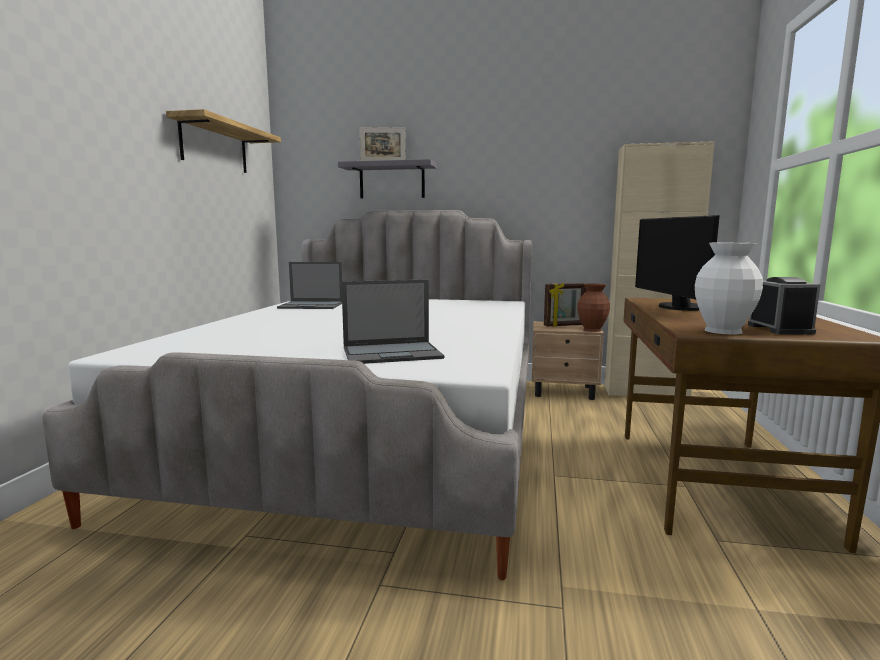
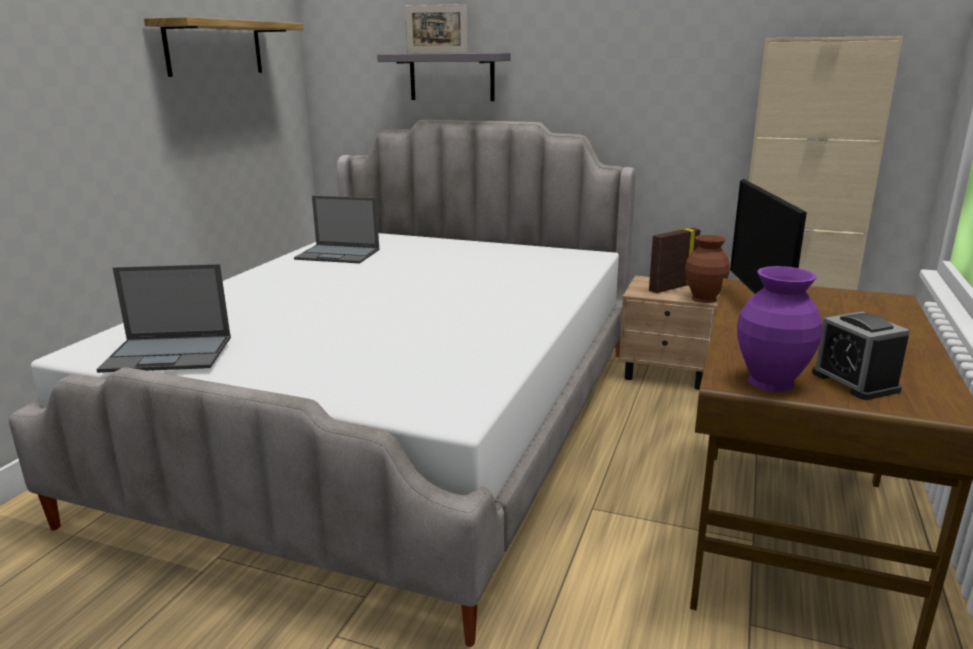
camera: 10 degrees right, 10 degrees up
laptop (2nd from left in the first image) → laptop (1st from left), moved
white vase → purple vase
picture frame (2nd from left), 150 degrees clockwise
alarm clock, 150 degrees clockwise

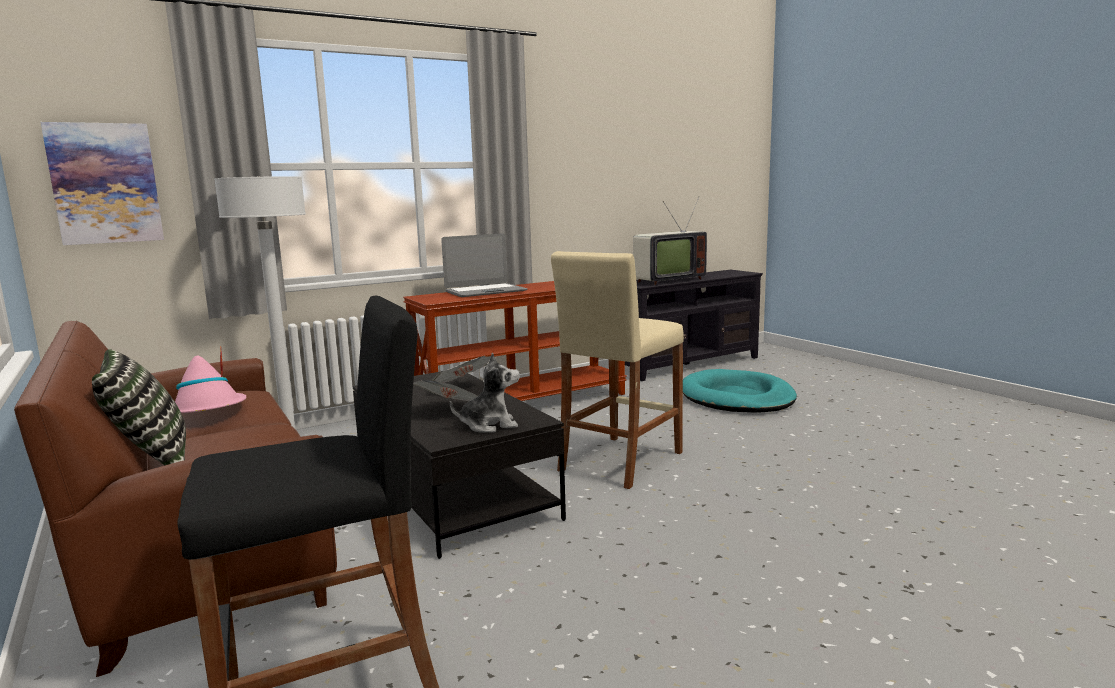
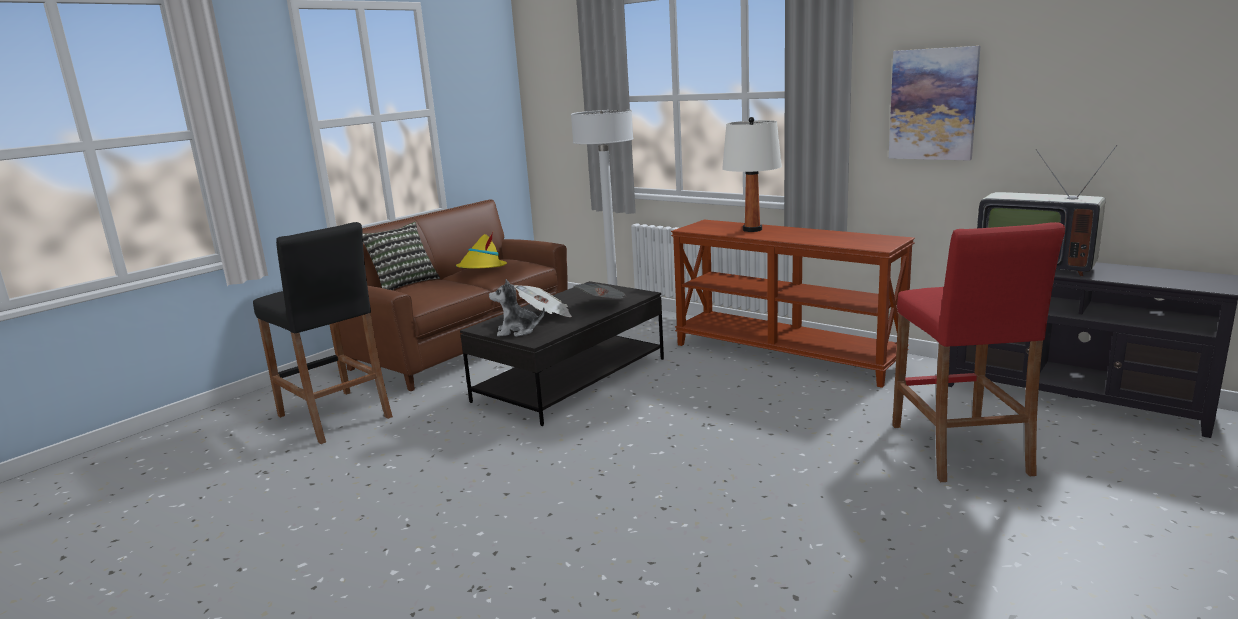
camera: 70 degrees right, 5 degrees up
beige stool → -
picture, moved
laptop → white table lamp
turquoise dog bed → red stool
pink hat → yellow hat
plush toy, 120 degrees clockwise

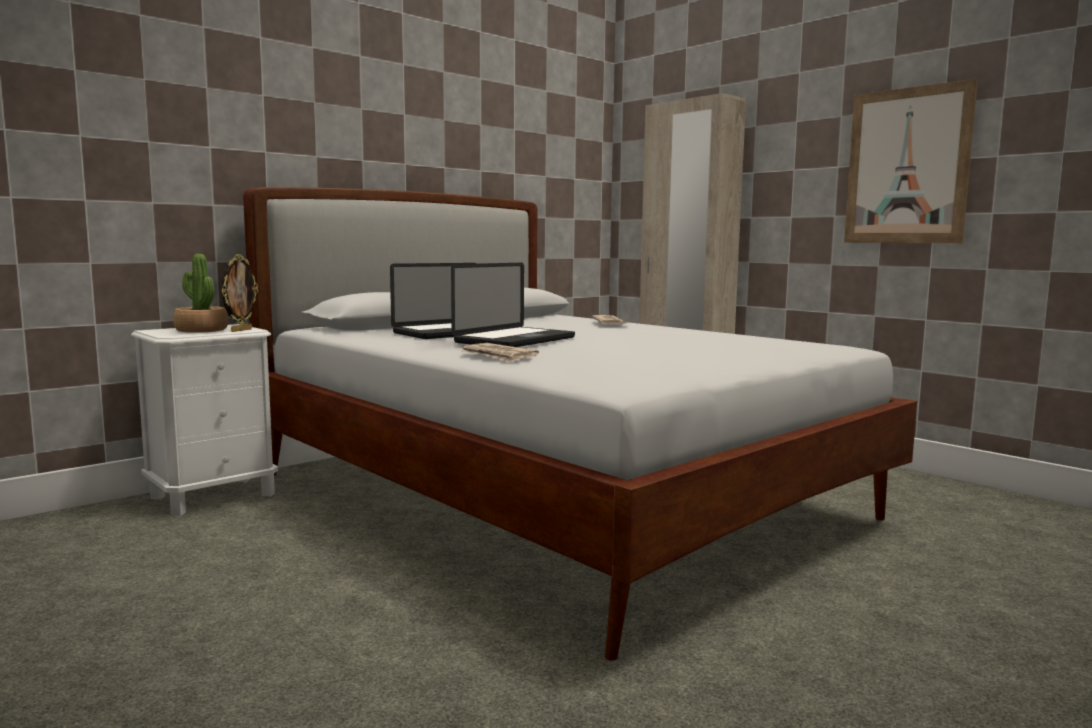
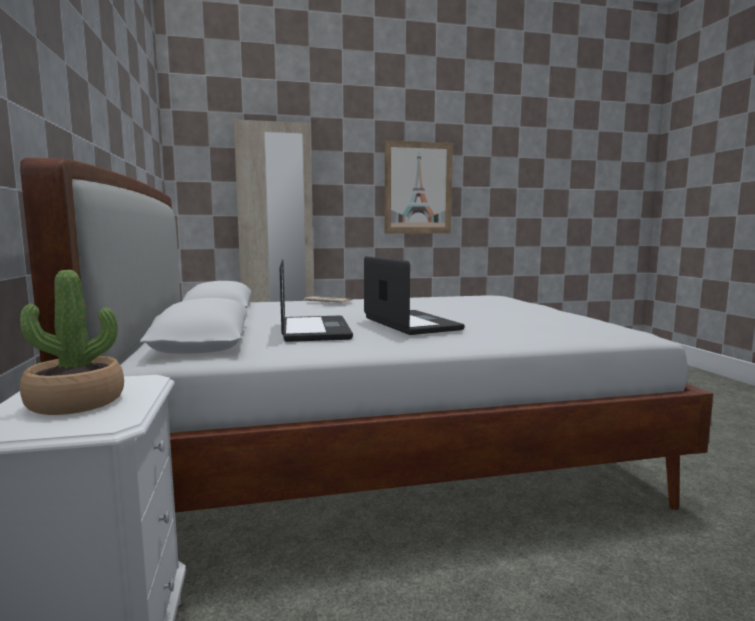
camera: 60 degrees left, 0 degrees up
picture frame → -
newspaper (1st from left) → -

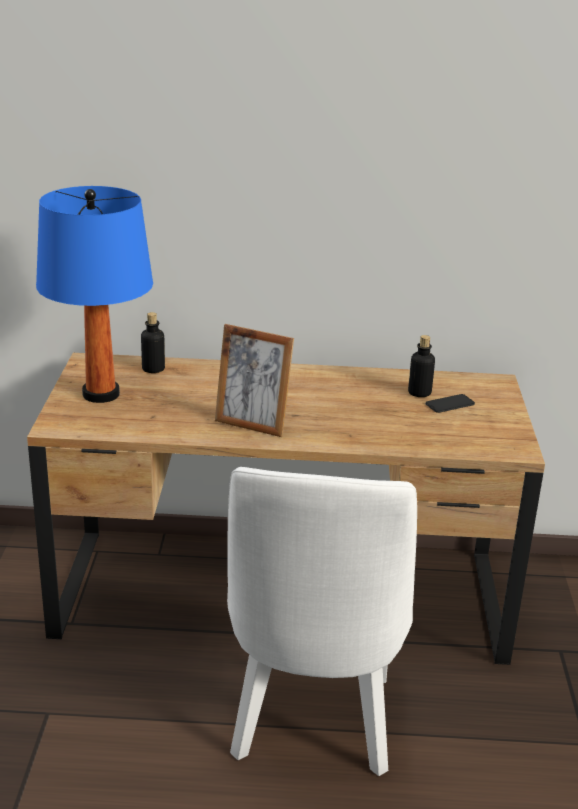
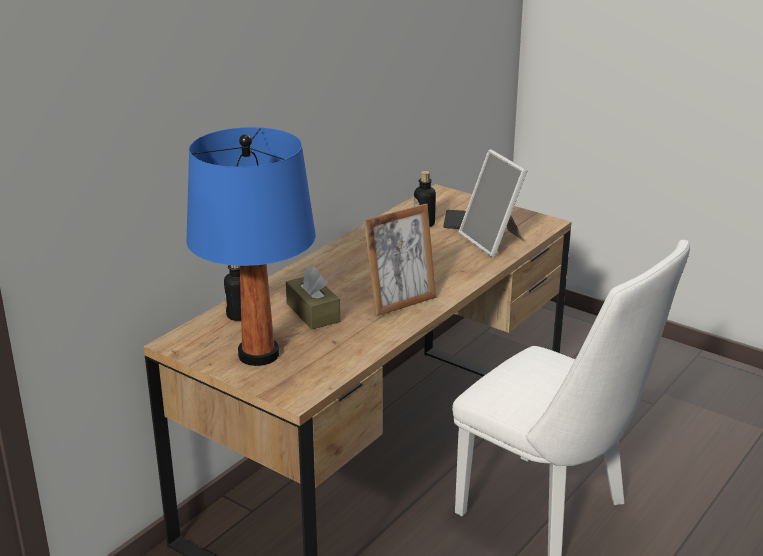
camera: 55 degrees left, 0 degrees up
- → brown tissue box
- → picture frame (2nd from left)

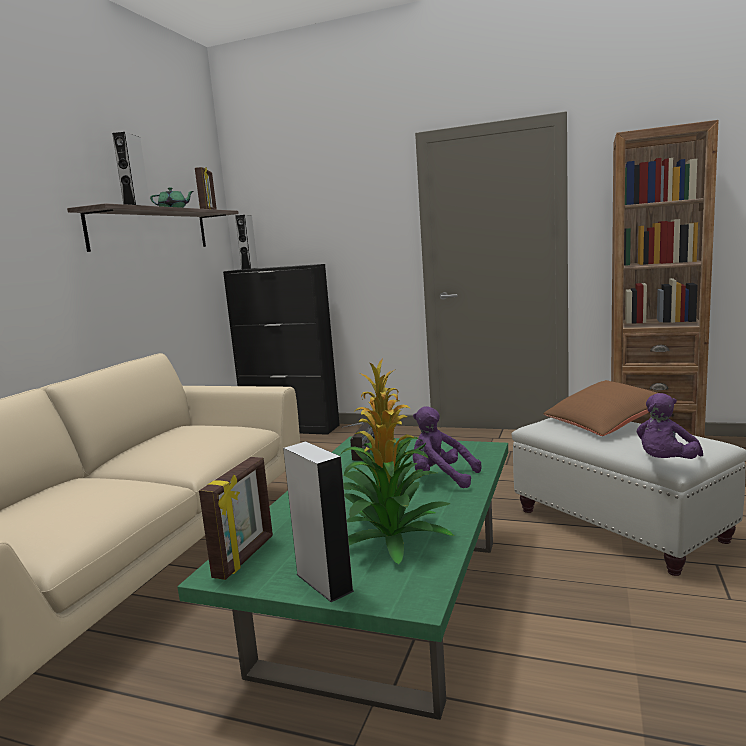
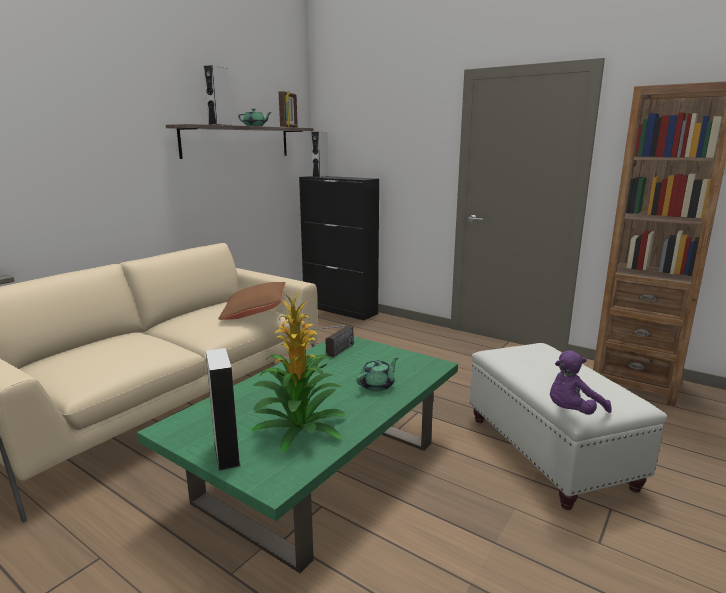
camera: 15 degrees right, 5 degrees up
picture frame (2nd from left) → -
brown pillow, moved
purple plush toy (1st from left) → green teapot (2nd from left)

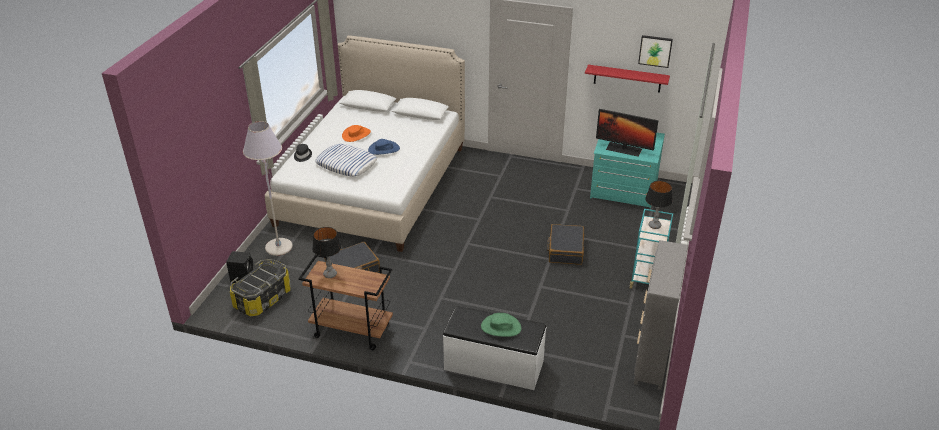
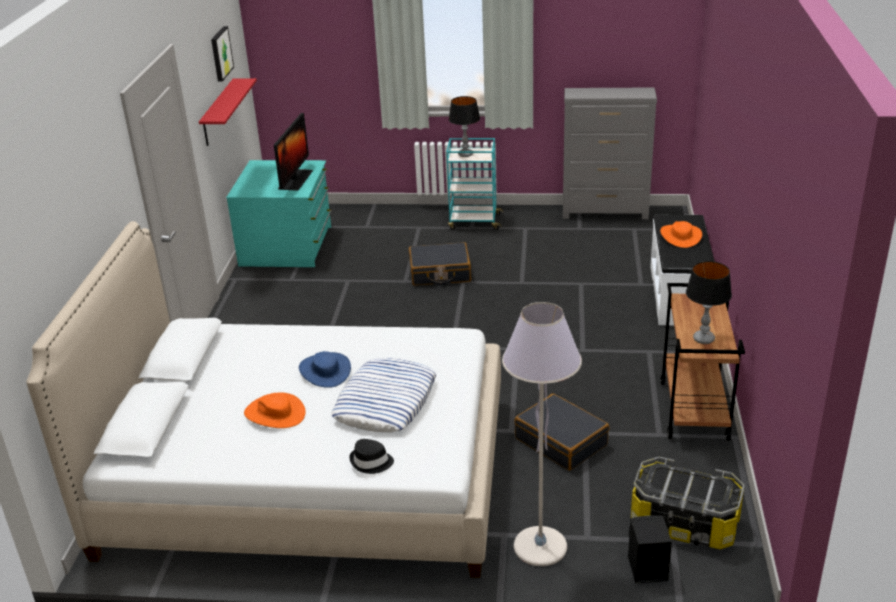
camera: 100 degrees left, 5 degrees down
green hat → orange hat (2nd from left)

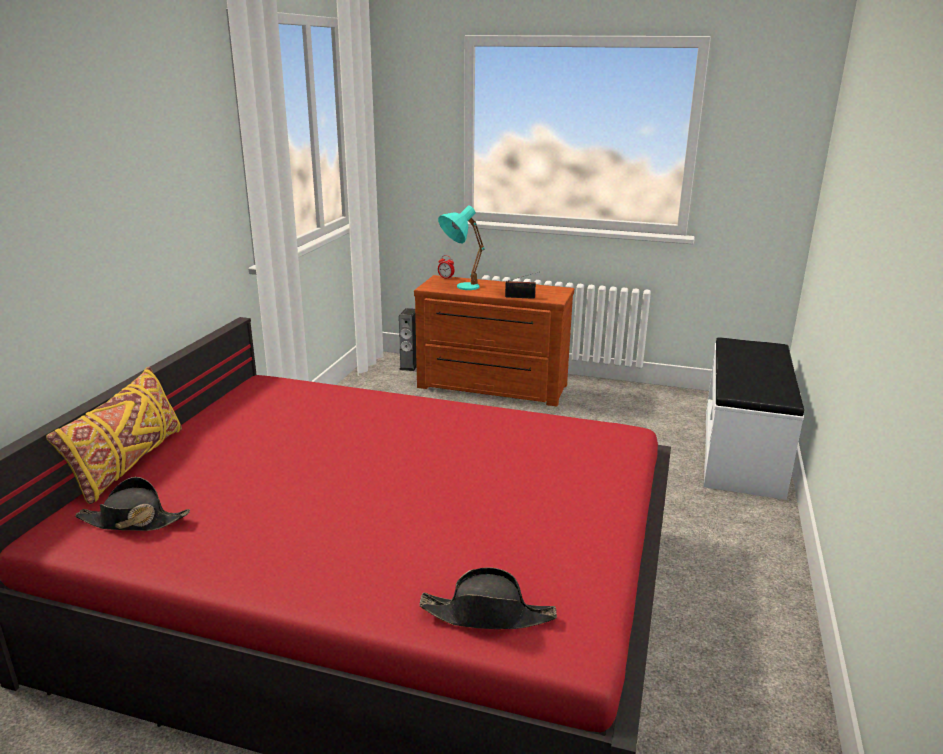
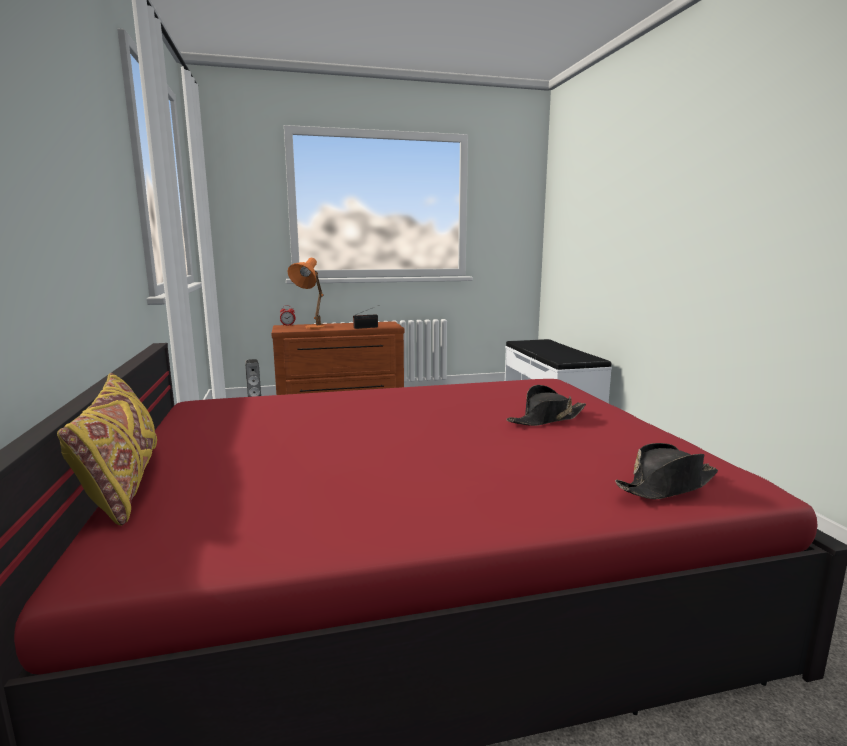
camera: 30 degrees left, 10 degrees down
black hat (1st from left), moved
turquoise table lamp → orange table lamp

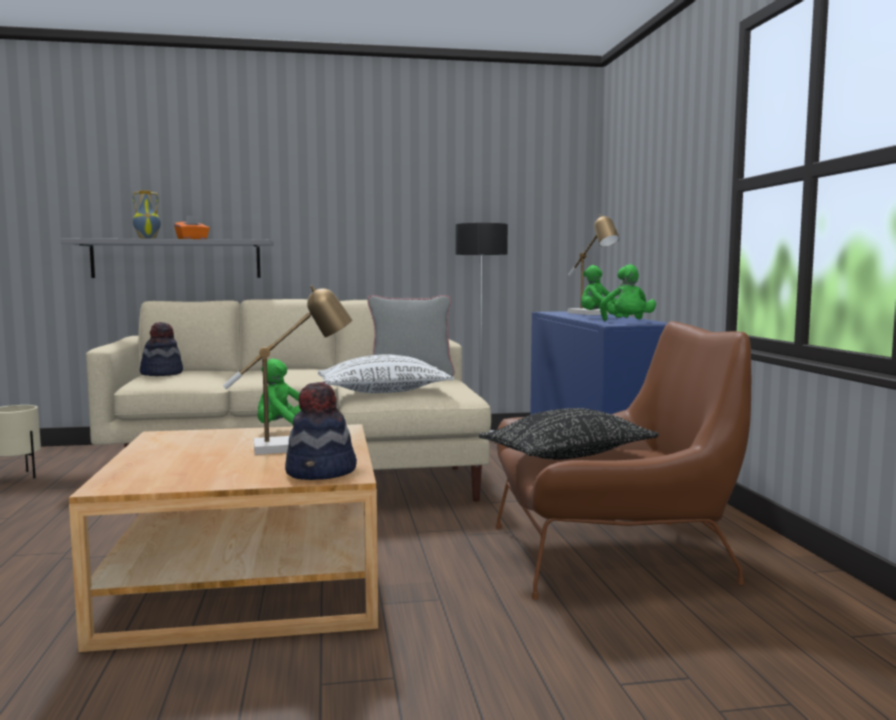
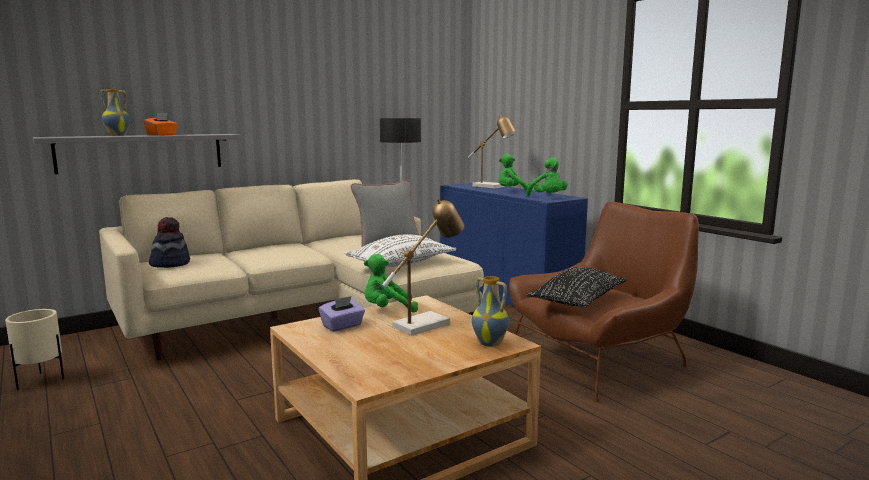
camera: 25 degrees left, 5 degrees up
- → purple tissue box
hat (2nd from left) → vase (2nd from left)

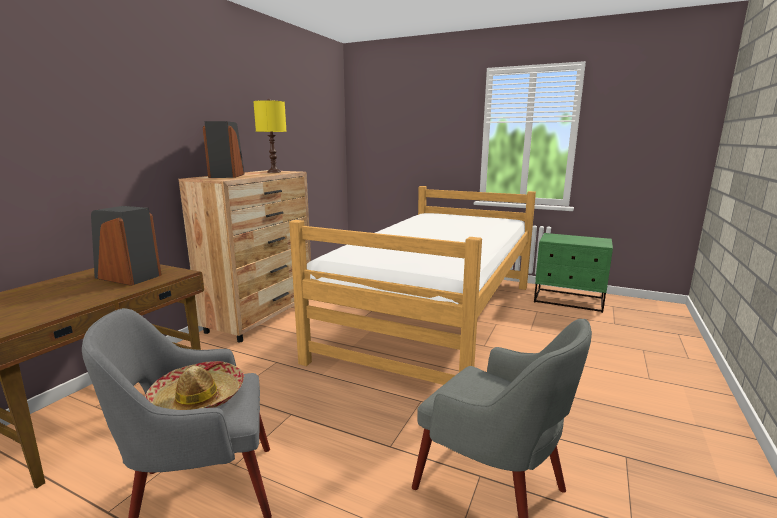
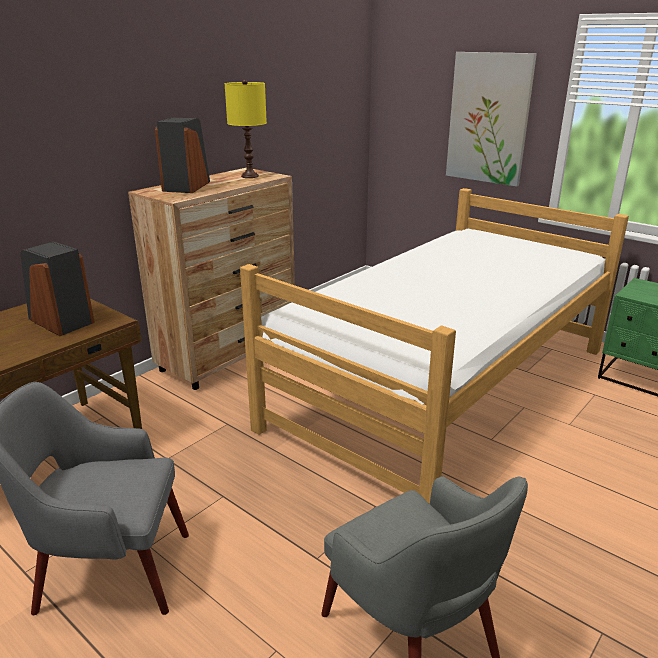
camera: 15 degrees right, 10 degrees up
hat → -
- → picture

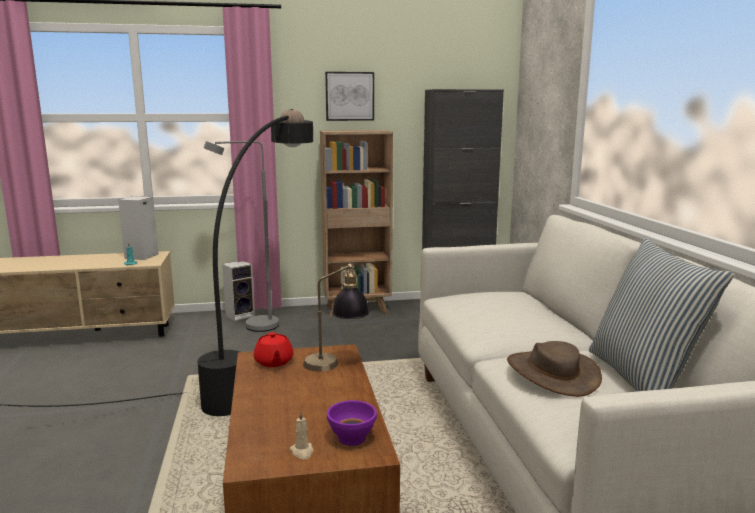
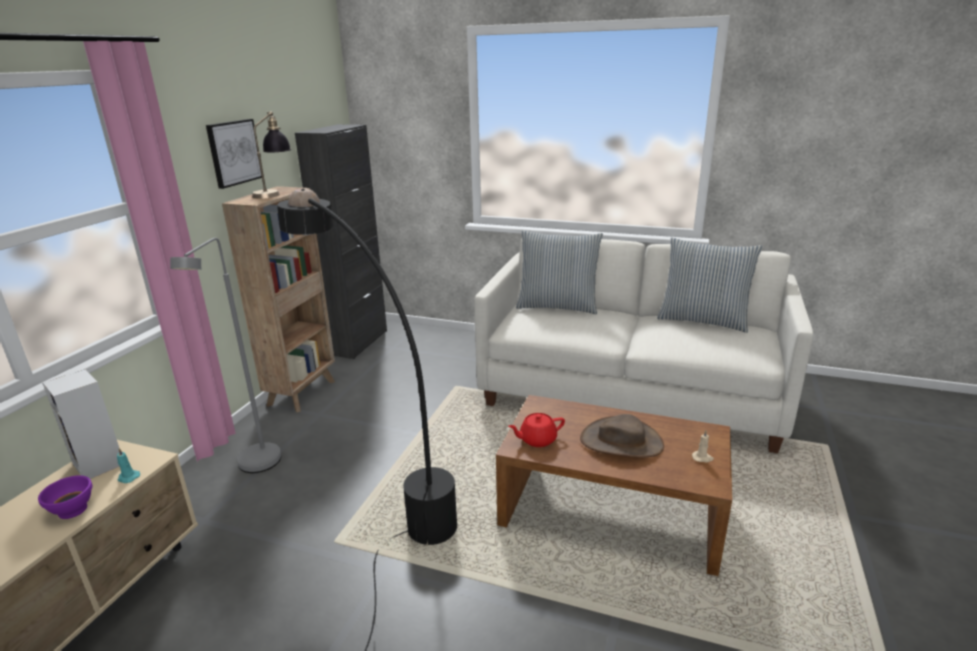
camera: 60 degrees left, 10 degrees up
speaker (2nd from left) → -
- → pillow (1st from left)
table lamp, moved
purple bowl, moved
brown hat, moved
red teapot, 150 degrees clockwise

